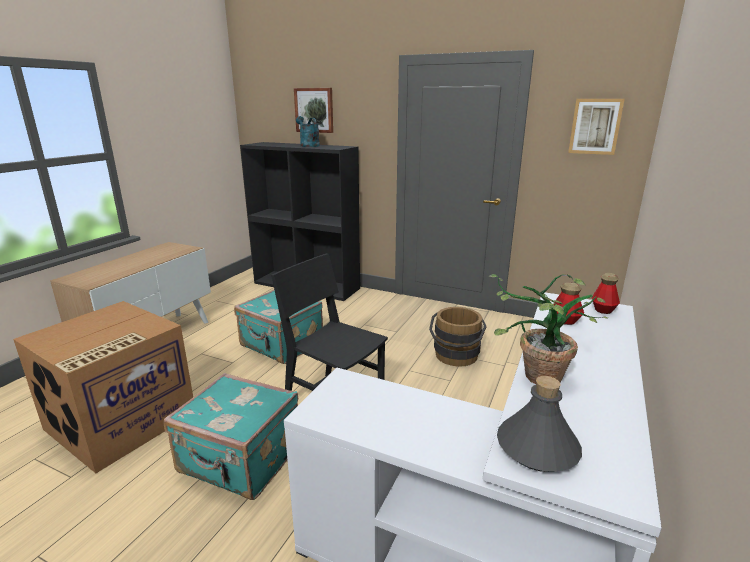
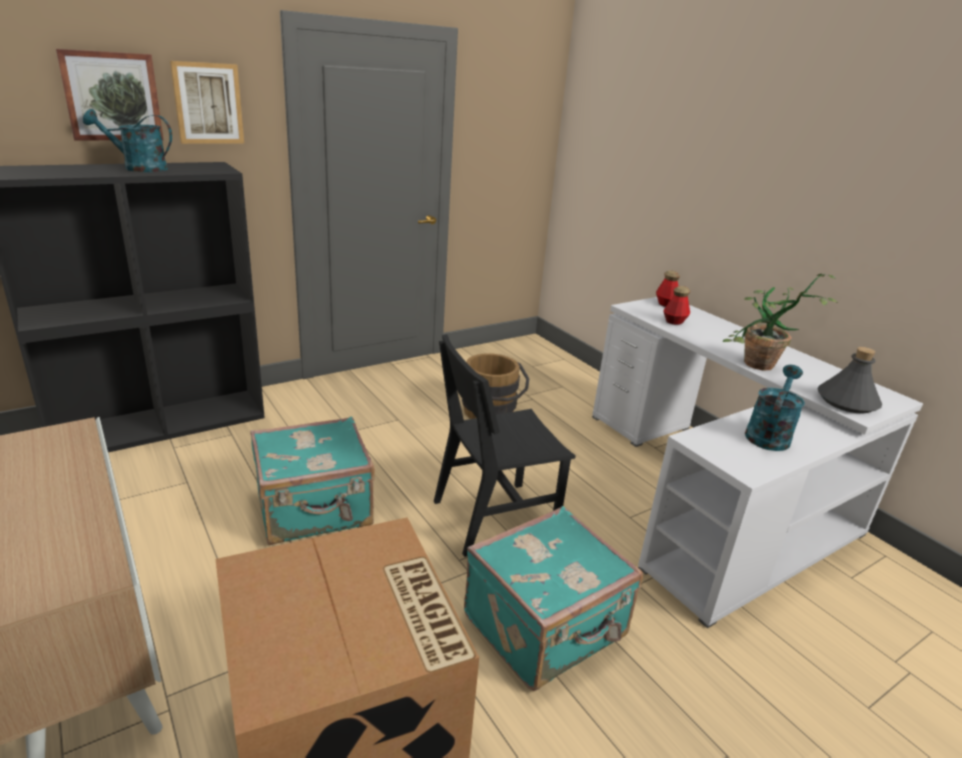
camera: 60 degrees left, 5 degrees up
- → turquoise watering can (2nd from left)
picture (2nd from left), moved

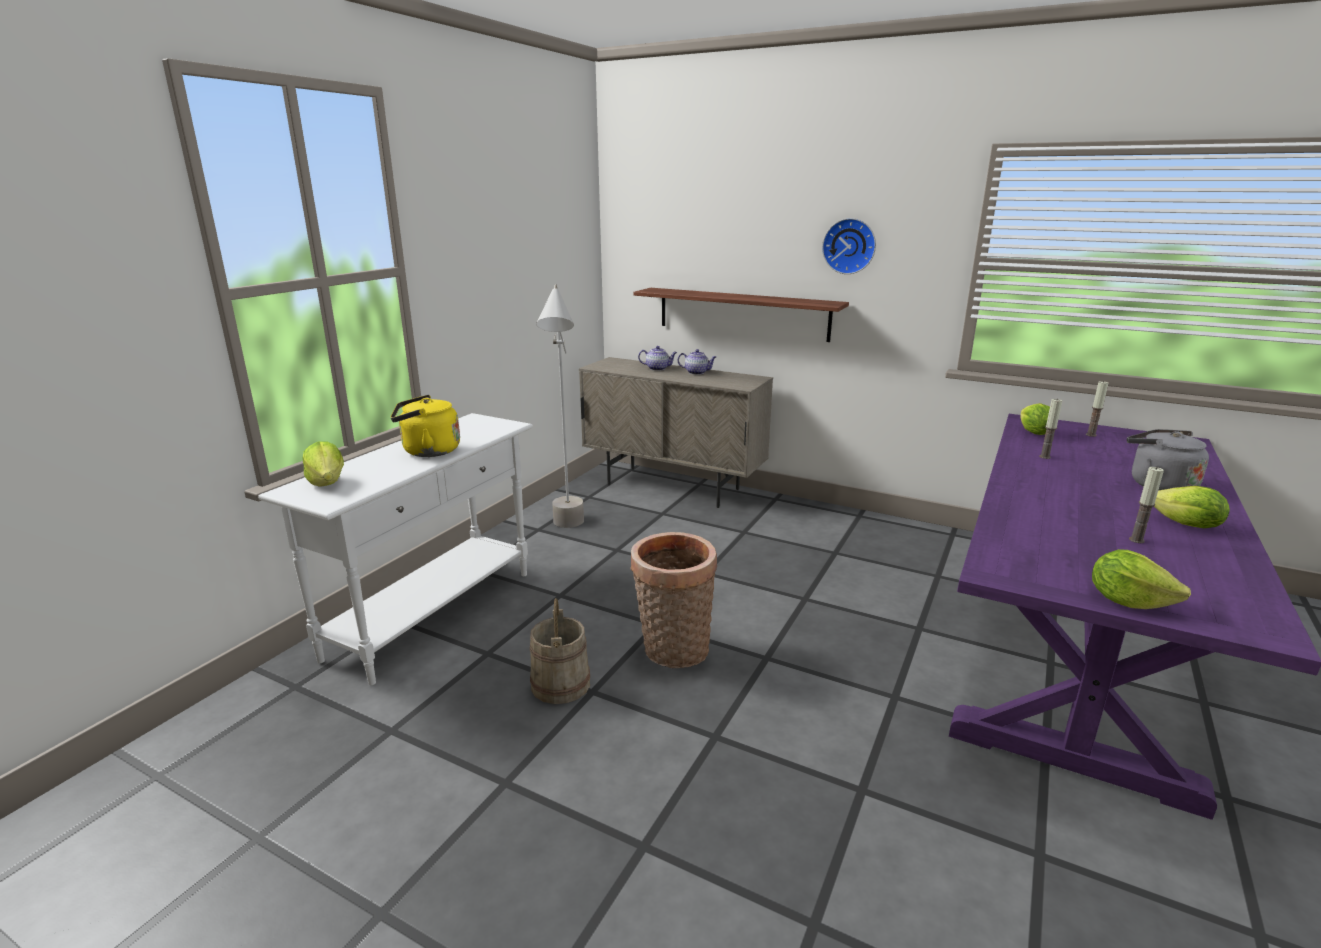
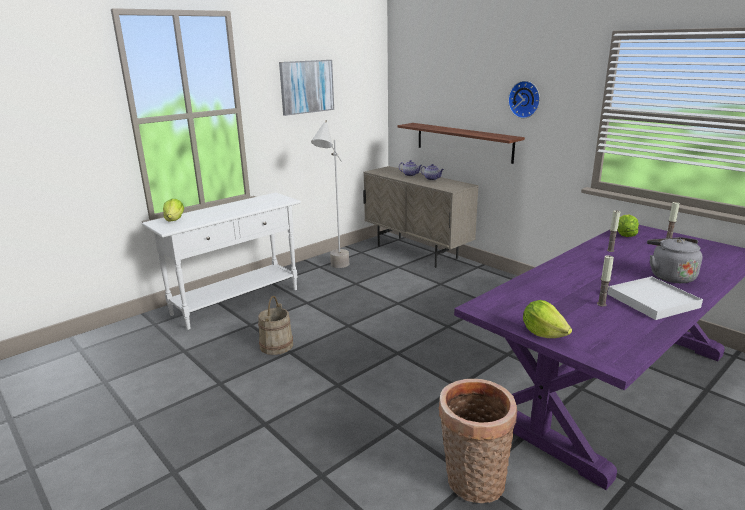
camera: 20 degrees right, 0 degrees up
yellow kettle → -
- → picture
basket, moved
lettuce (4th from left) → white tray

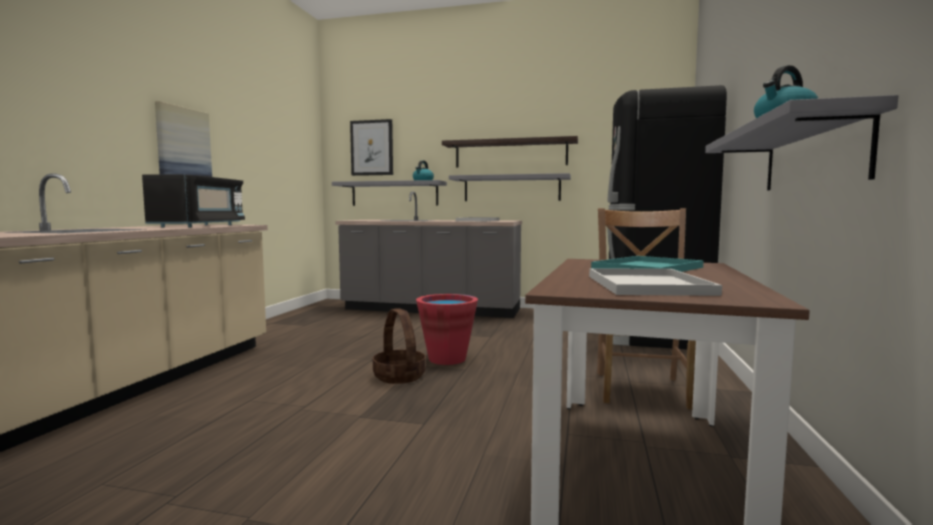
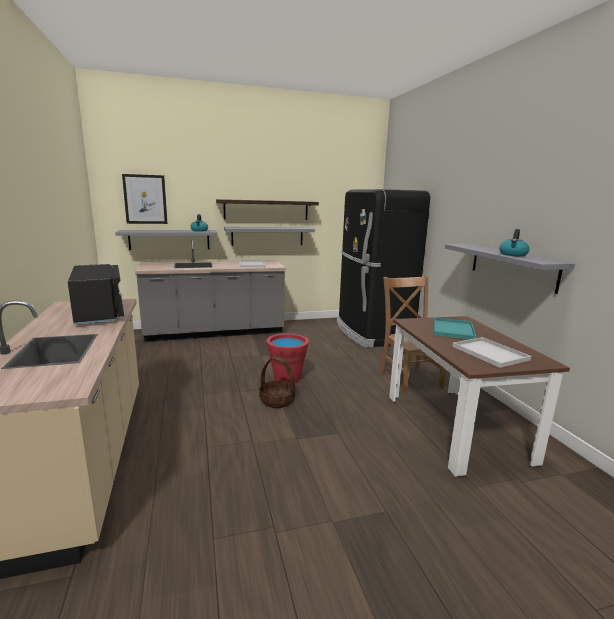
camera: 30 degrees left, 10 degrees up
picture (1st from left) → -

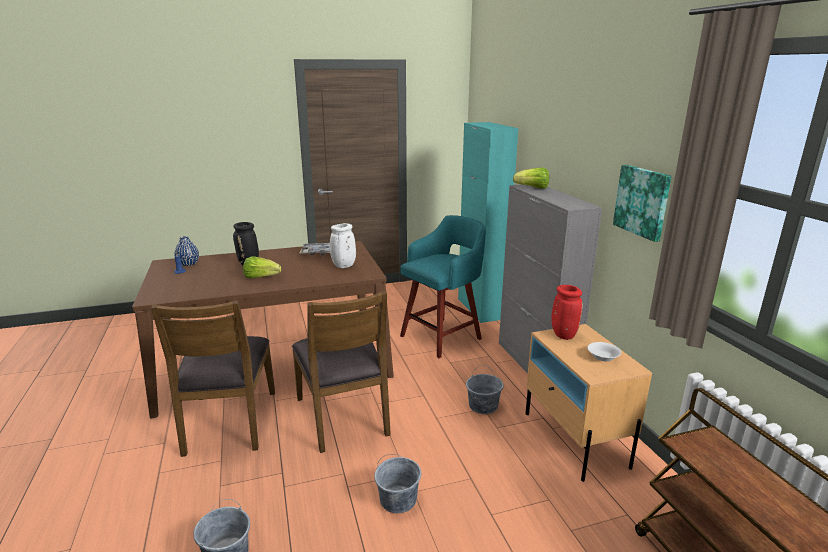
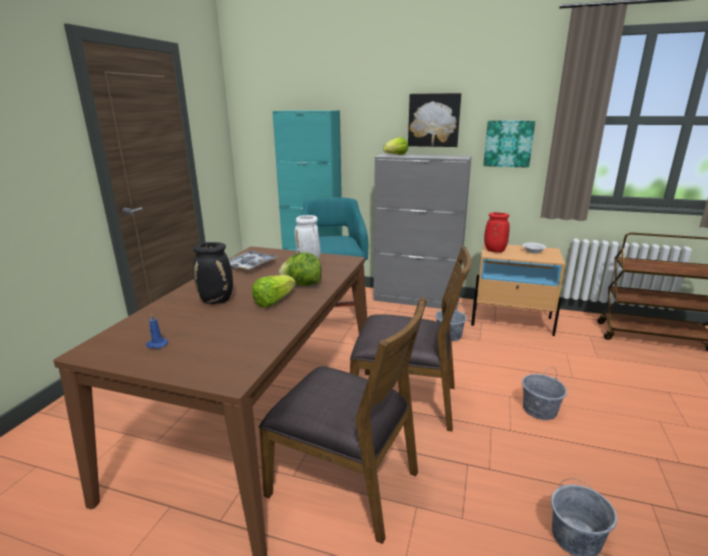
camera: 55 degrees left, 0 degrees up
blue vase → -
- → lettuce (2nd from left)
- → picture (1st from left)

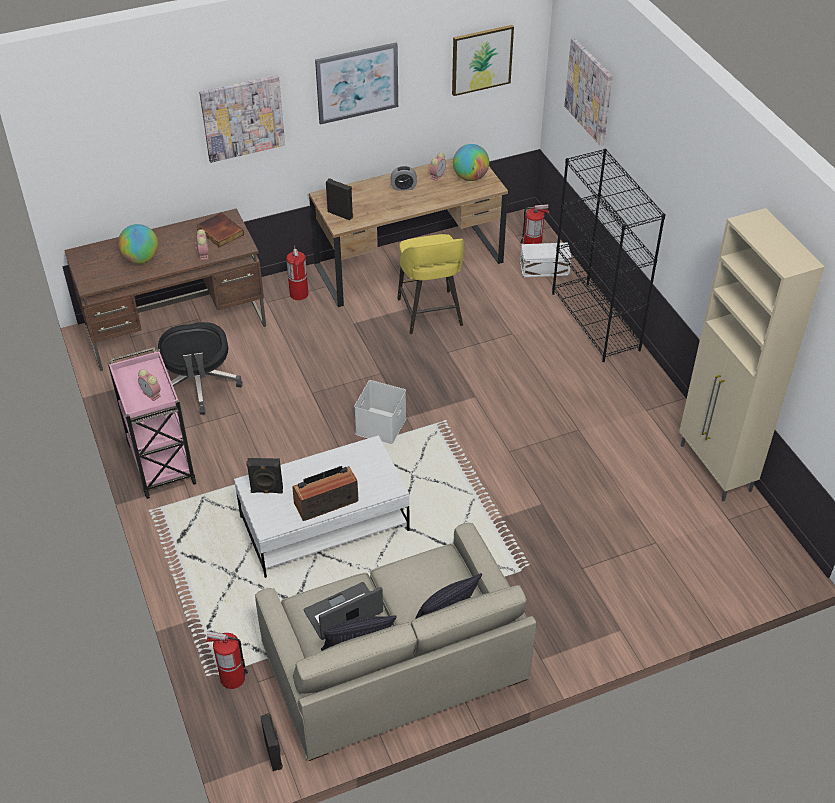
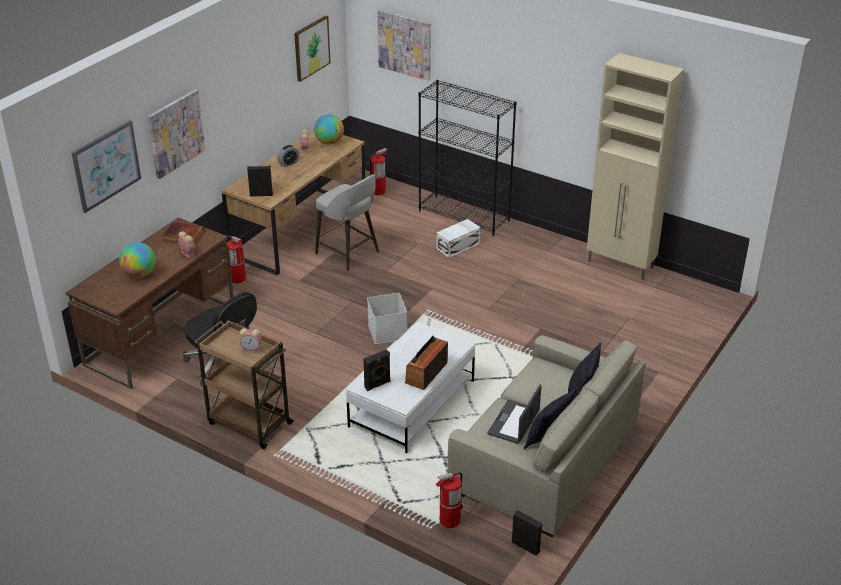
camera: 35 degrees left, 10 degrees down
picture (2nd from left in the first image) → picture (1st from left), moved
white storage box (2nd from left), moved
pink cart → brown cart
yellow stool → grey stool

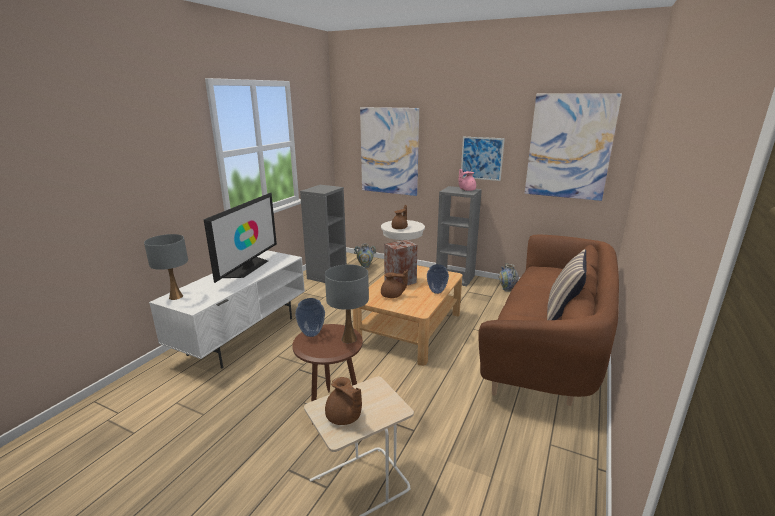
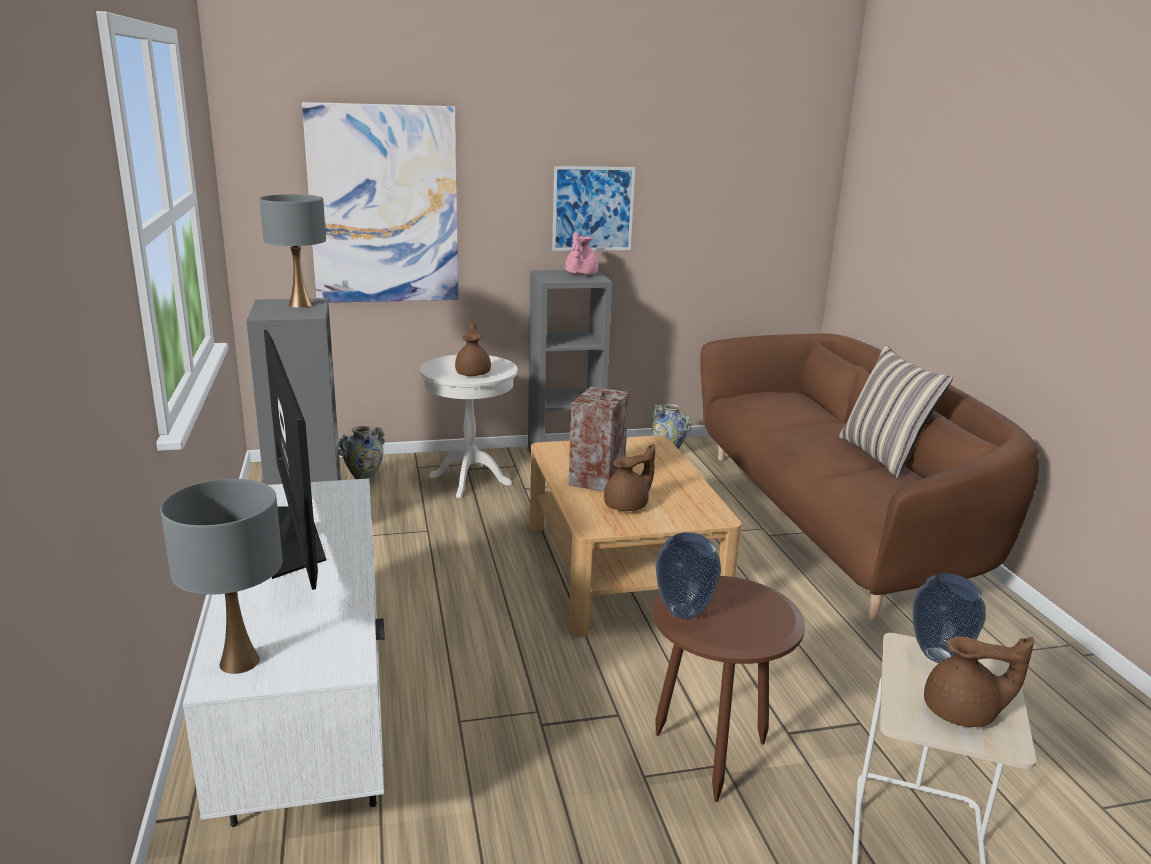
camera: 40 degrees left, 0 degrees up
picture (3rd from left) → -
grey table lamp (2nd from left), moved
vase (3rd from left in the first image) → vase (4th from left), moved

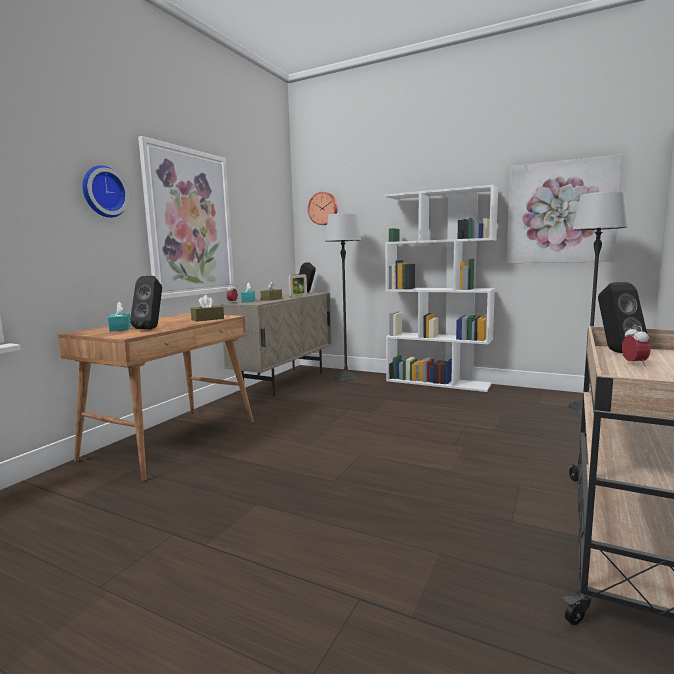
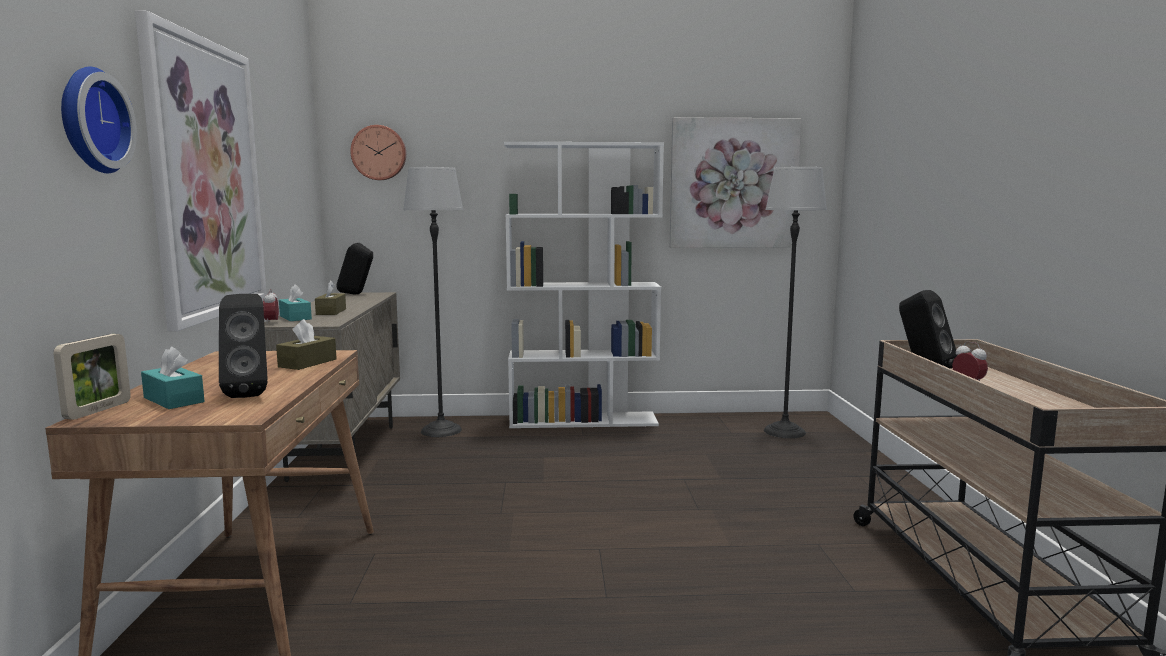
camera: 30 degrees left, 0 degrees up
picture frame, moved

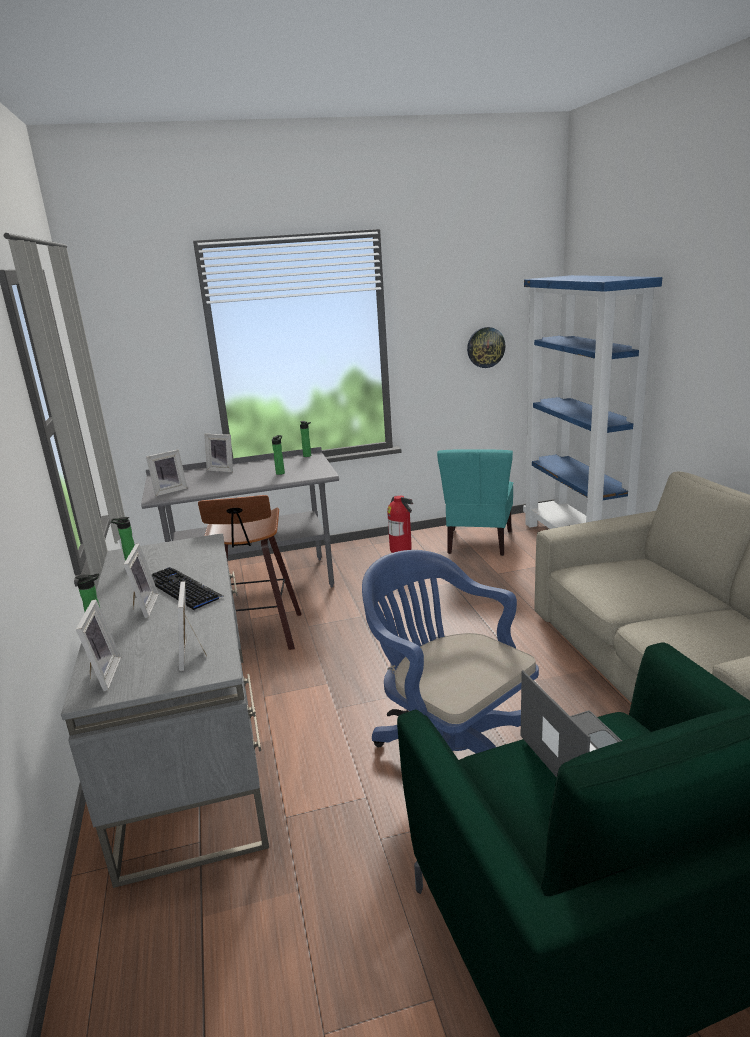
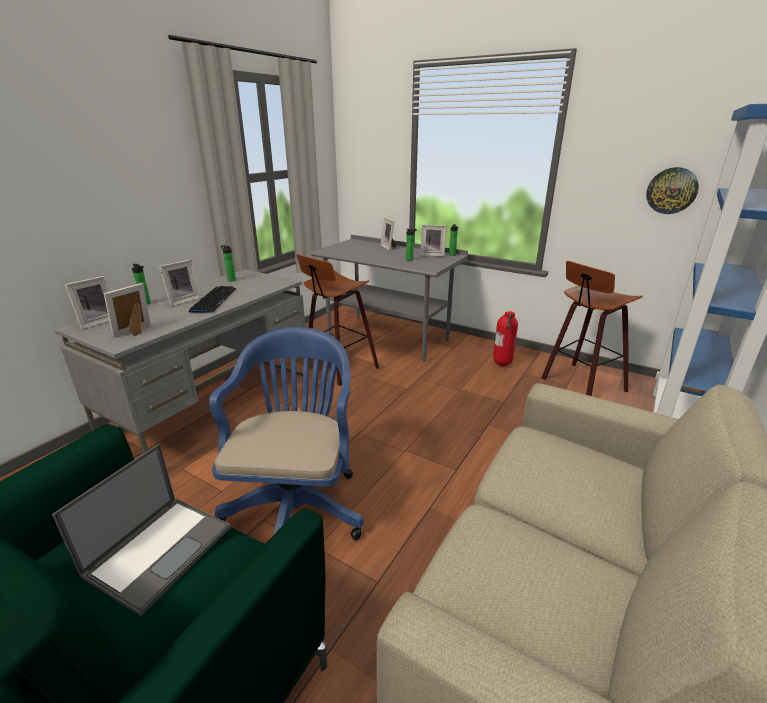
camera: 45 degrees right, 5 degrees up
picture frame (3rd from left in the first image) → picture frame (5th from left), moved
turquoise chair → stool (2nd from left)

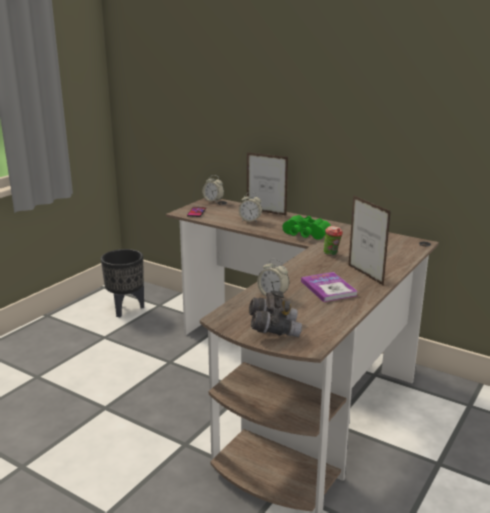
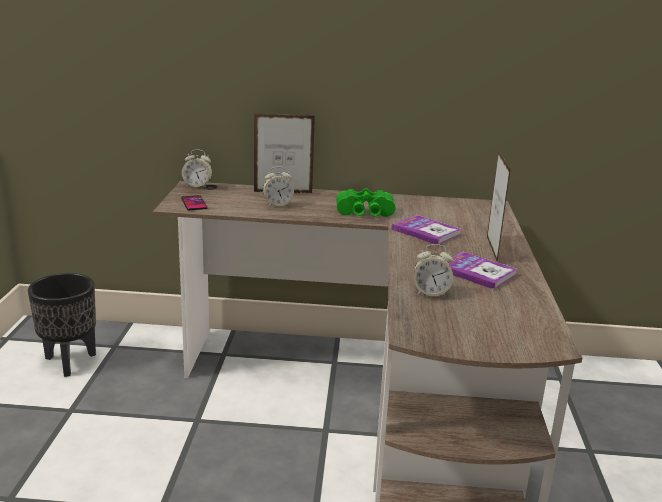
camera: 30 degrees left, 0 degrees up
grey binoculars → -
cup → book (1st from left)
picture frame (2nd from left), 60 degrees clockwise

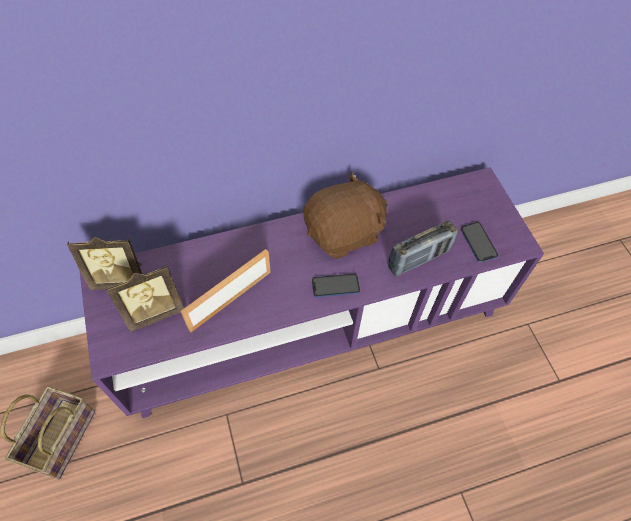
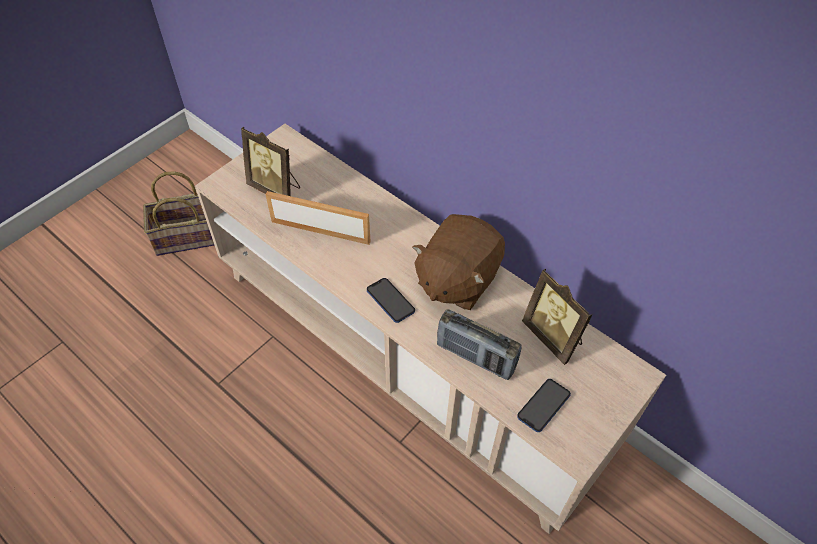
camera: 60 degrees right, 5 degrees down
picture frame (1st from left in the first image) → picture frame (3rd from left), moved
purple tv stand → beige tv stand
brown plush toy, 90 degrees clockwise

